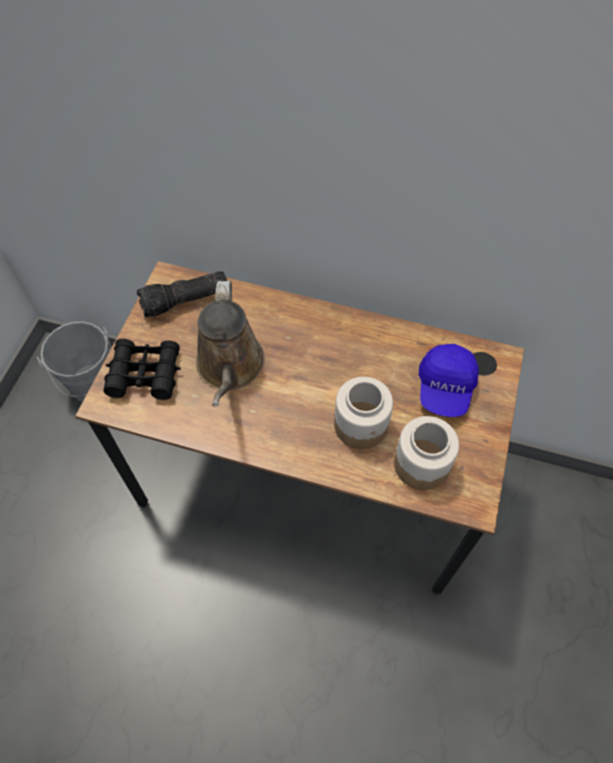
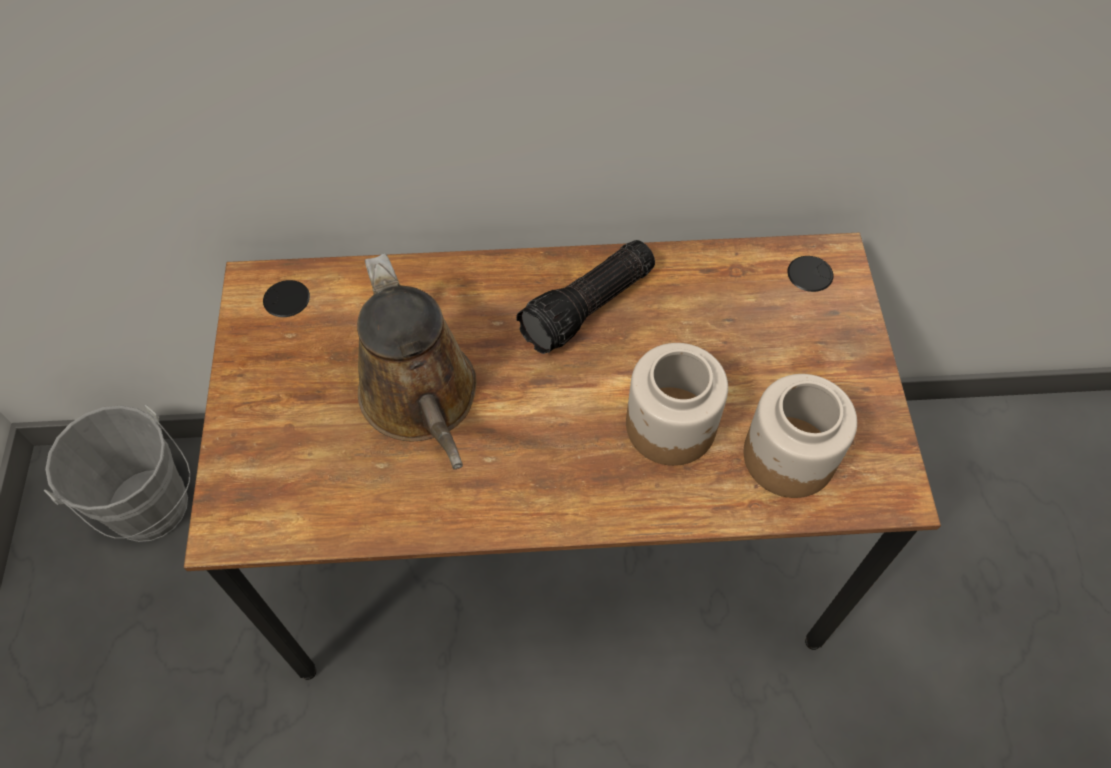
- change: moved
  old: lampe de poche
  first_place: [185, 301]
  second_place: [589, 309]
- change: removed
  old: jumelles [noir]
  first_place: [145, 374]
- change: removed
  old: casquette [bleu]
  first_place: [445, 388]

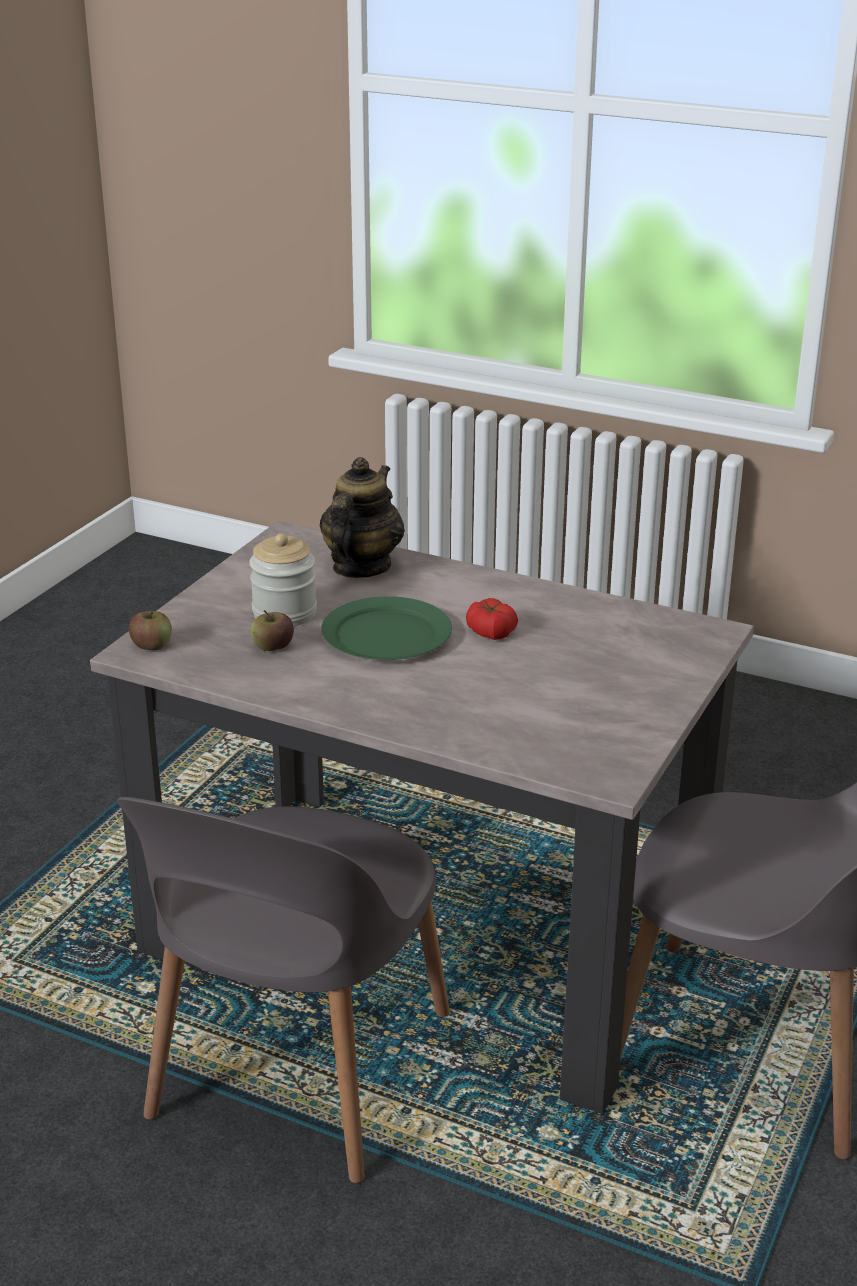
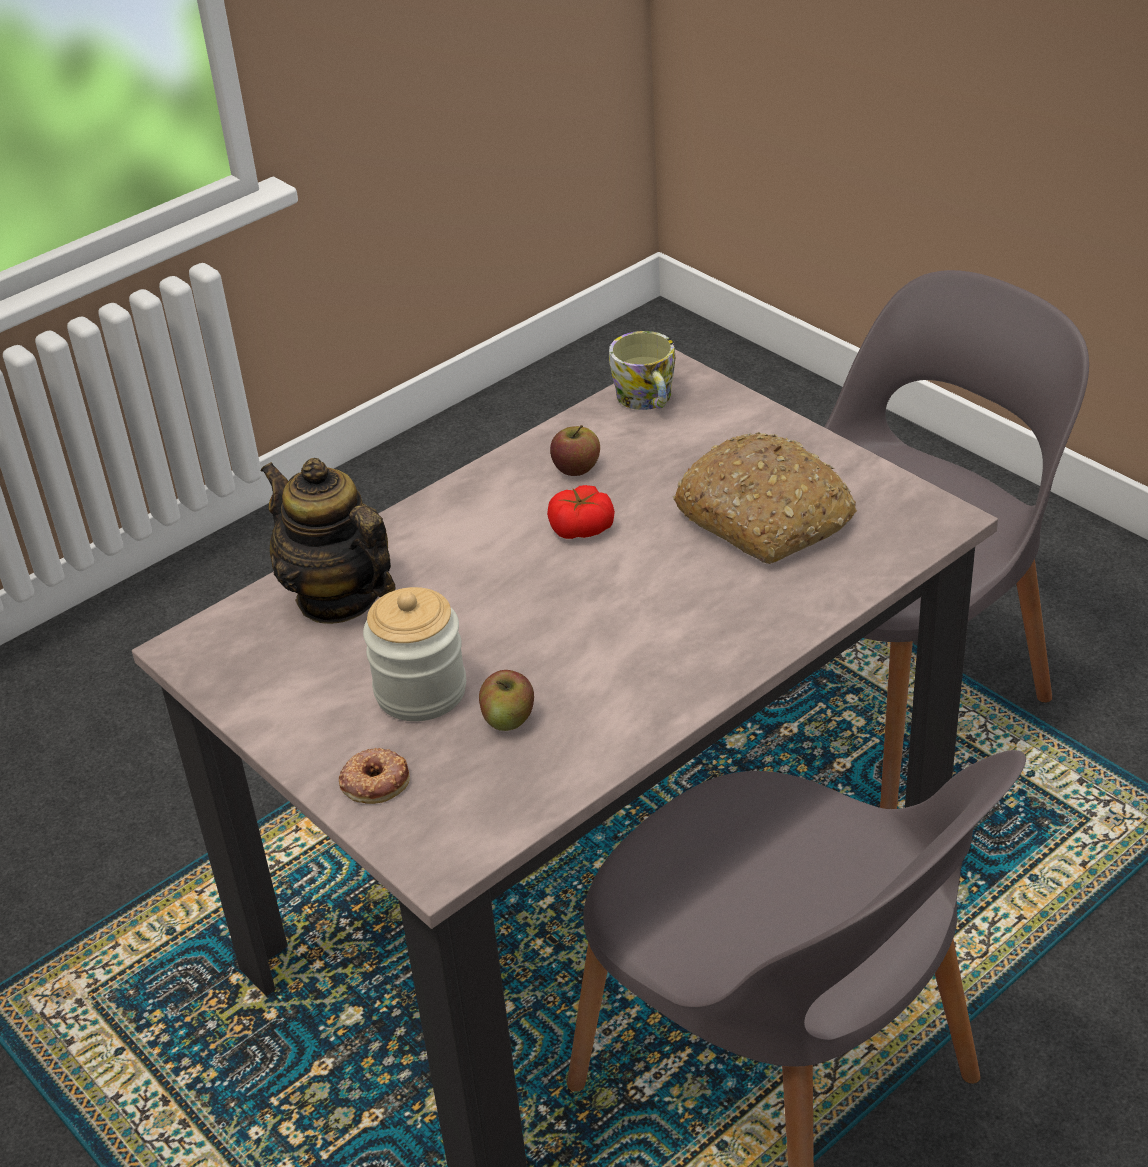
- change: added
  new: beignet
  second_place: [374, 781]
- change: moved
  old: pomme
  first_place: [152, 645]
  second_place: [576, 468]
- change: added
  new: mug
  second_place: [647, 400]
- change: added
  new: pain
  second_place: [766, 517]
- change: removed
  old: assiette [vert]
  first_place: [387, 635]

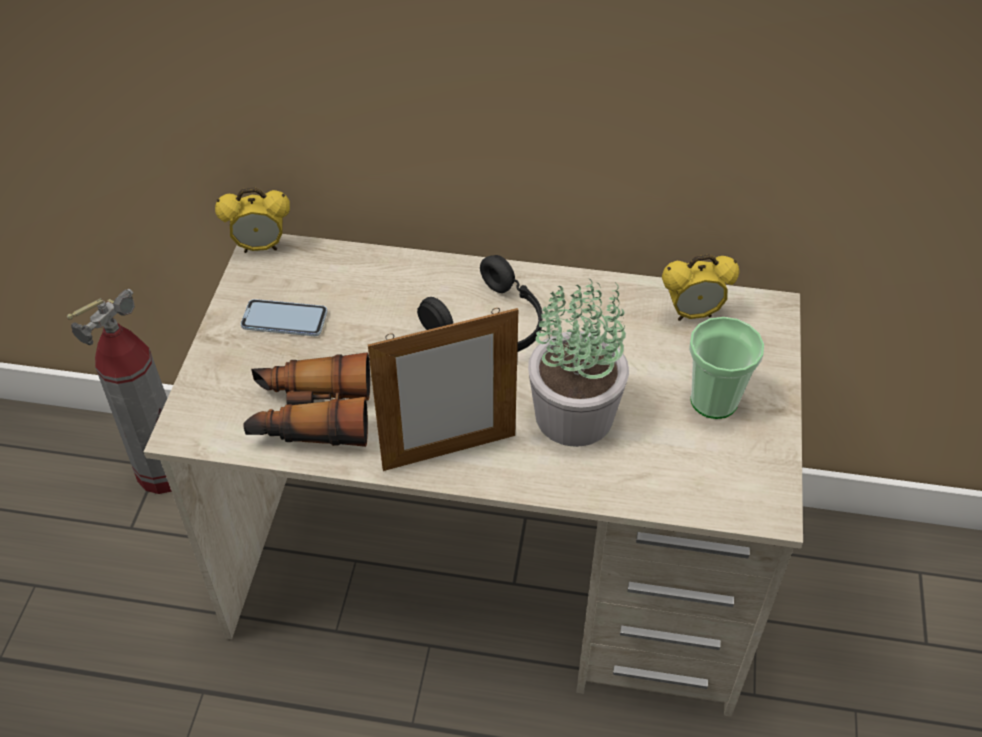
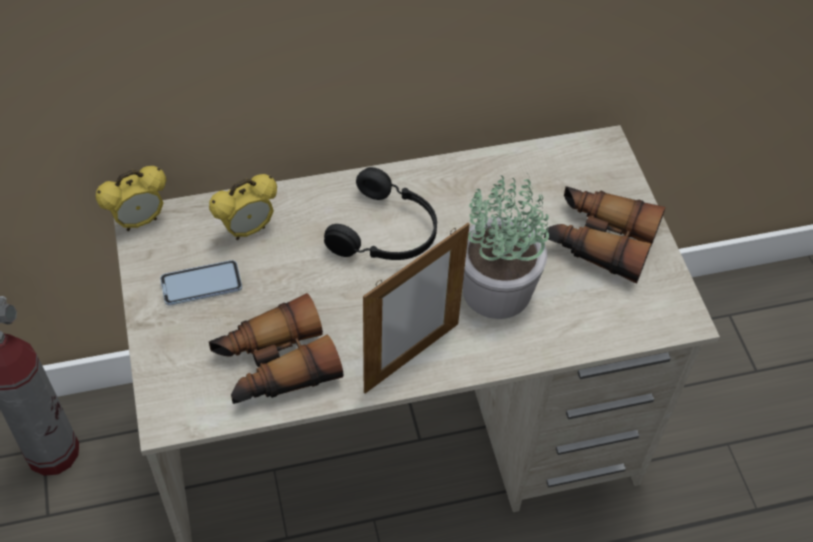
- change: moved
  old: réveil
  first_place: [693, 314]
  second_place: [248, 230]
- change: replaced
  old: tasse
  new: jumelles
  first_place: [714, 400]
  second_place: [599, 240]

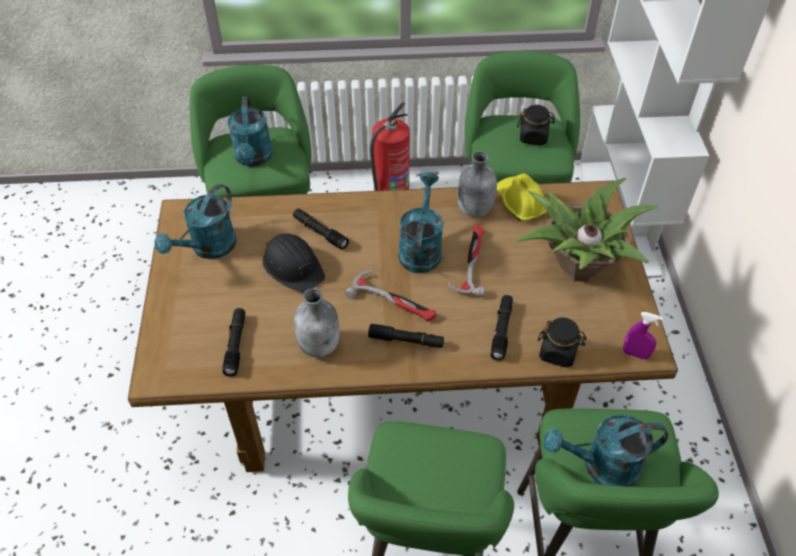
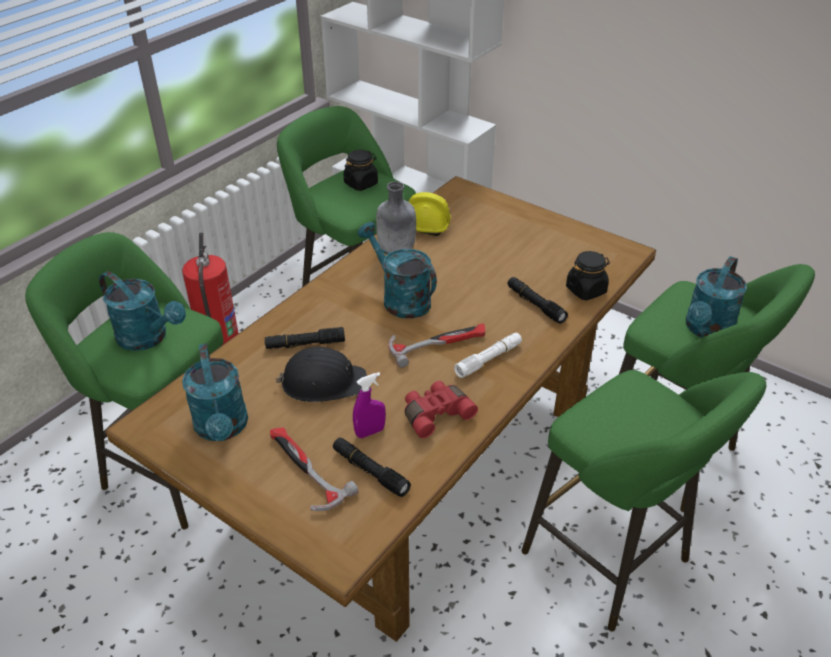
- change: moved
  old: marteau
  first_place: [470, 262]
  second_place: [304, 470]
- change: moved
  old: vaporisateur [violet]
  first_place: [635, 354]
  second_place: [370, 432]
- change: replaced
  old: bouteille [gris]
  new: jumelles [rouge]
  first_place: [320, 345]
  second_place: [435, 414]
- change: recoloured
  old: lampe de poche [noir]
  new: lampe de poche [blanc]
  first_place: [406, 340]
  second_place: [488, 359]
- change: removed
  old: plante en pot
  first_place: [577, 268]

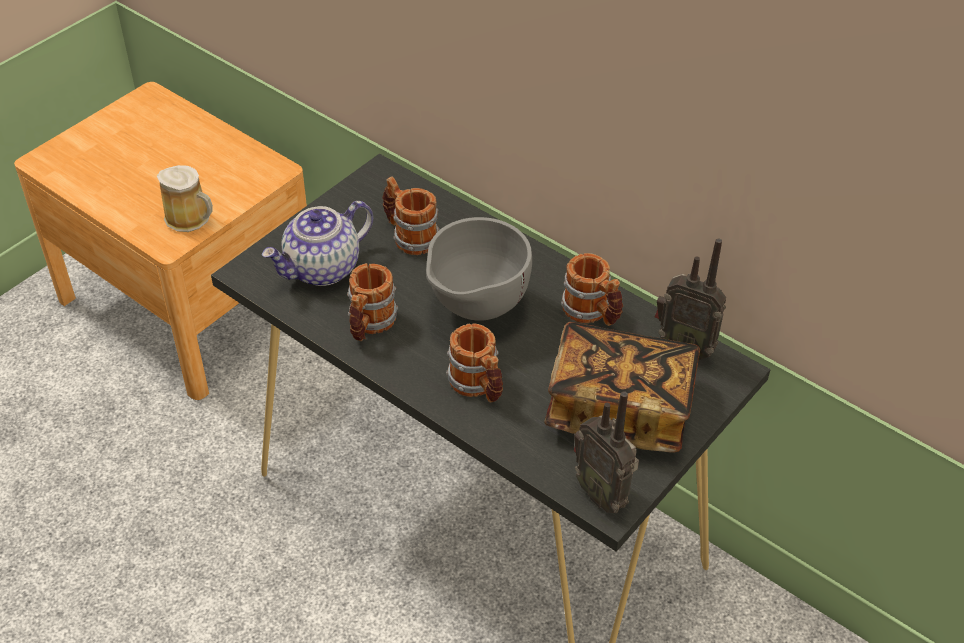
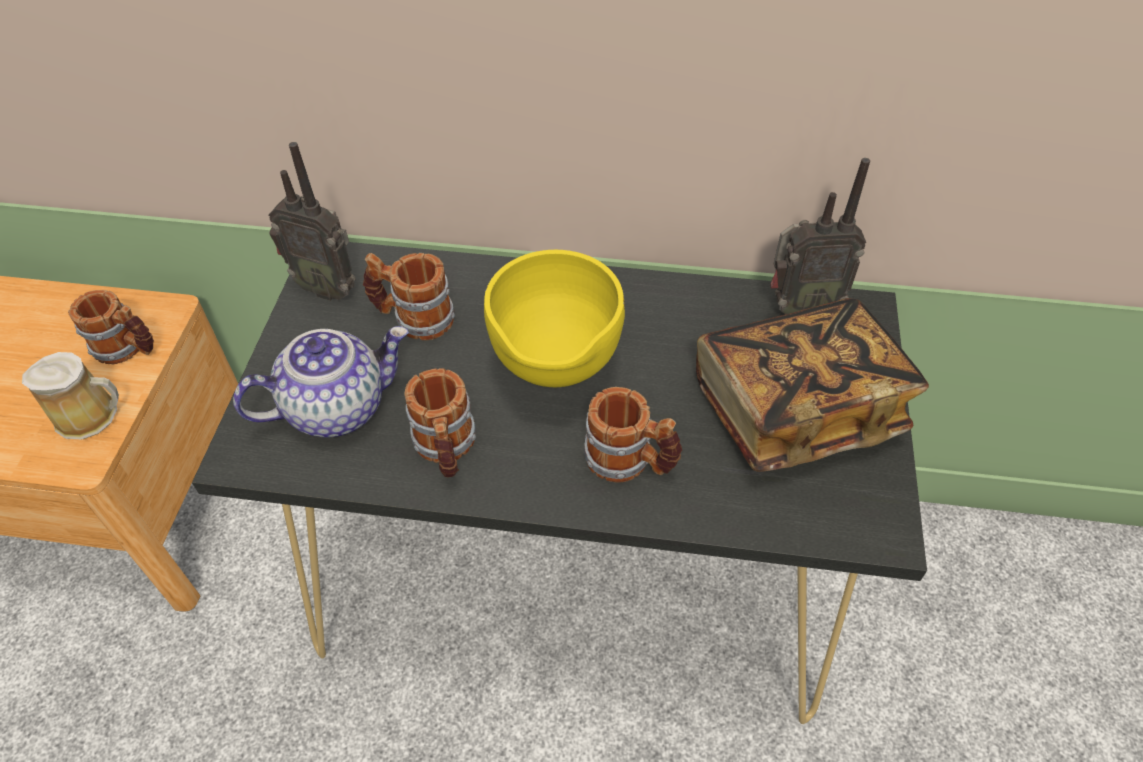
- change: moved
  old: mug
  first_place: [592, 313]
  second_place: [128, 349]
- change: turned
  old: théière
  first_place: [322, 269]
  second_place: [337, 406]
  degrees: -135
- change: moved
  old: radio
  first_place: [603, 493]
  second_place: [328, 287]
- change: recoloured
  old: bol [gris]
  new: bol [jaune]
  first_place: [475, 310]
  second_place: [555, 371]

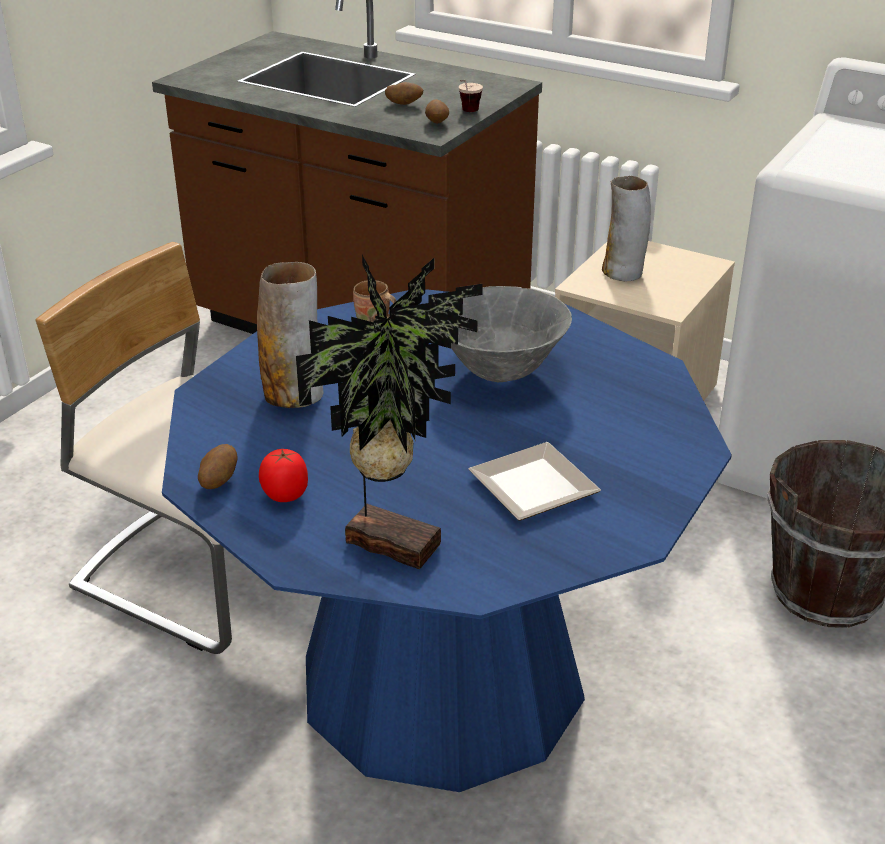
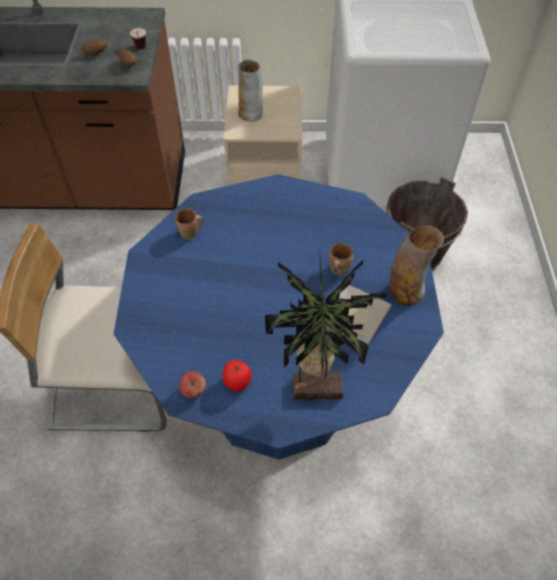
- change: replaced
  old: pomme de terre
  new: pomme
  first_place: [218, 481]
  second_place: [194, 390]
- change: added
  new: mug [marron]
  second_place: [337, 269]
- change: moved
  old: vase
  first_place: [294, 393]
  second_place: [406, 290]
- change: removed
  old: bol [gris]
  first_place: [500, 372]

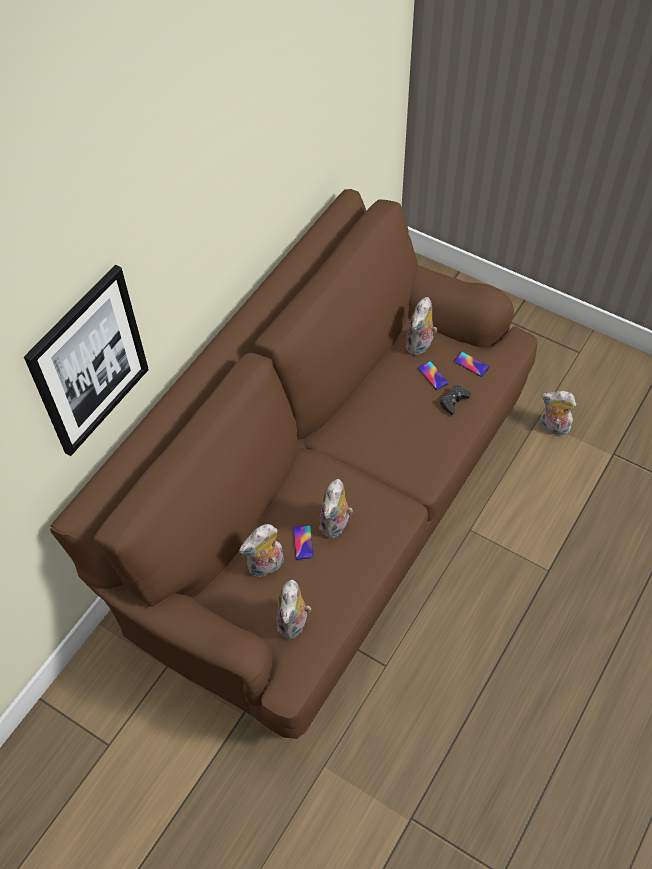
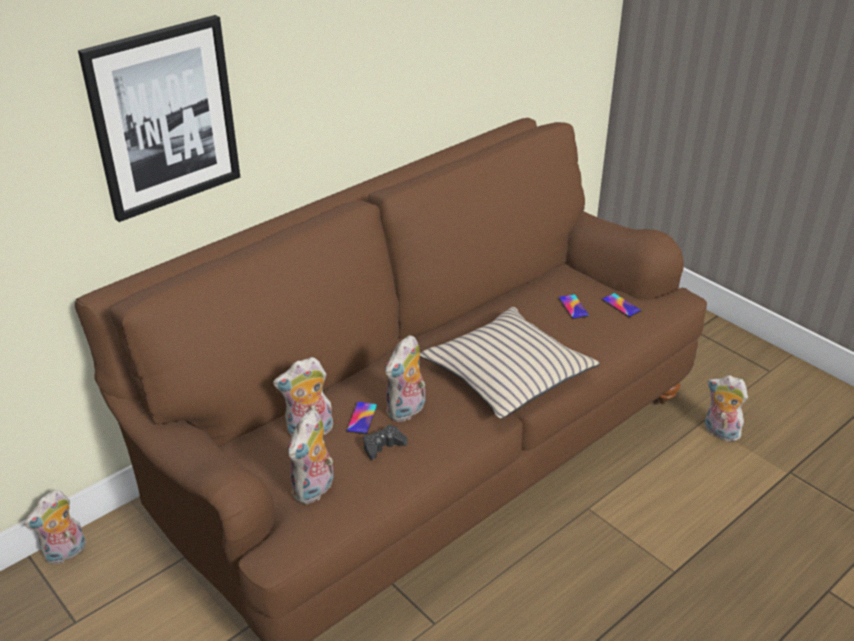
- change: moved
  old: peluche
  first_place: [420, 346]
  second_place: [65, 553]
- change: moved
  old: manette [noir]
  first_place: [454, 401]
  second_place: [383, 446]
- change: added
  new: coussin [beige]
  second_place: [507, 374]

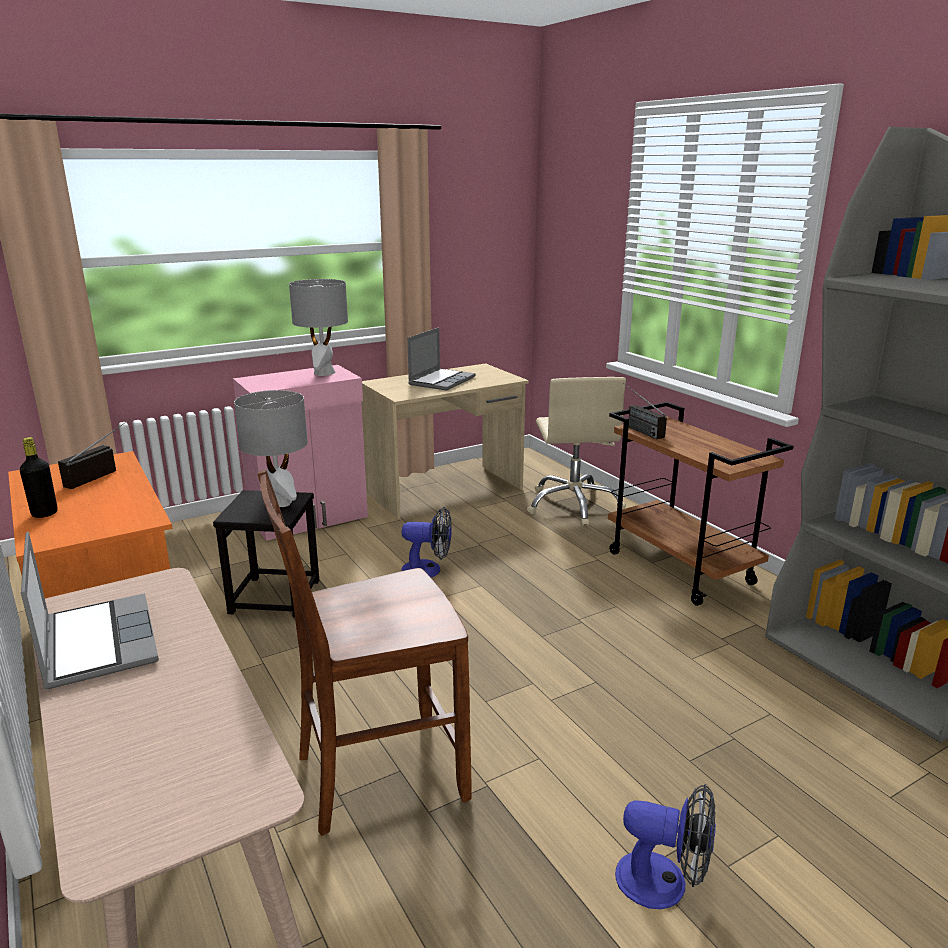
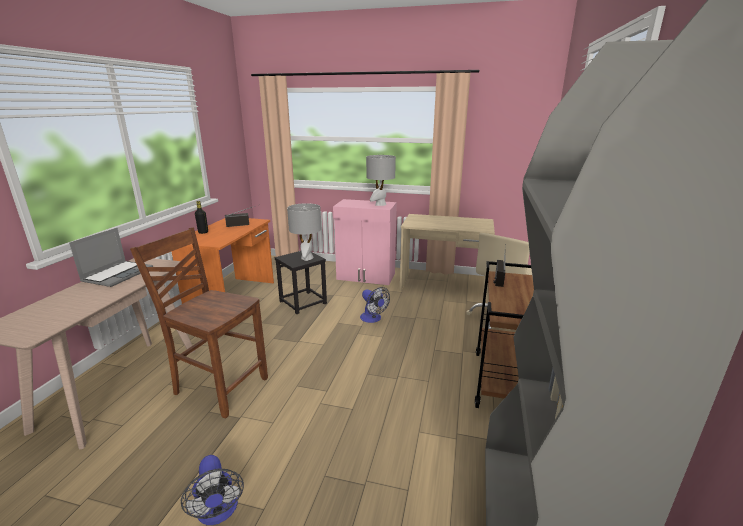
- change: removed
  old: ordinateur portable
  first_place: [441, 381]

